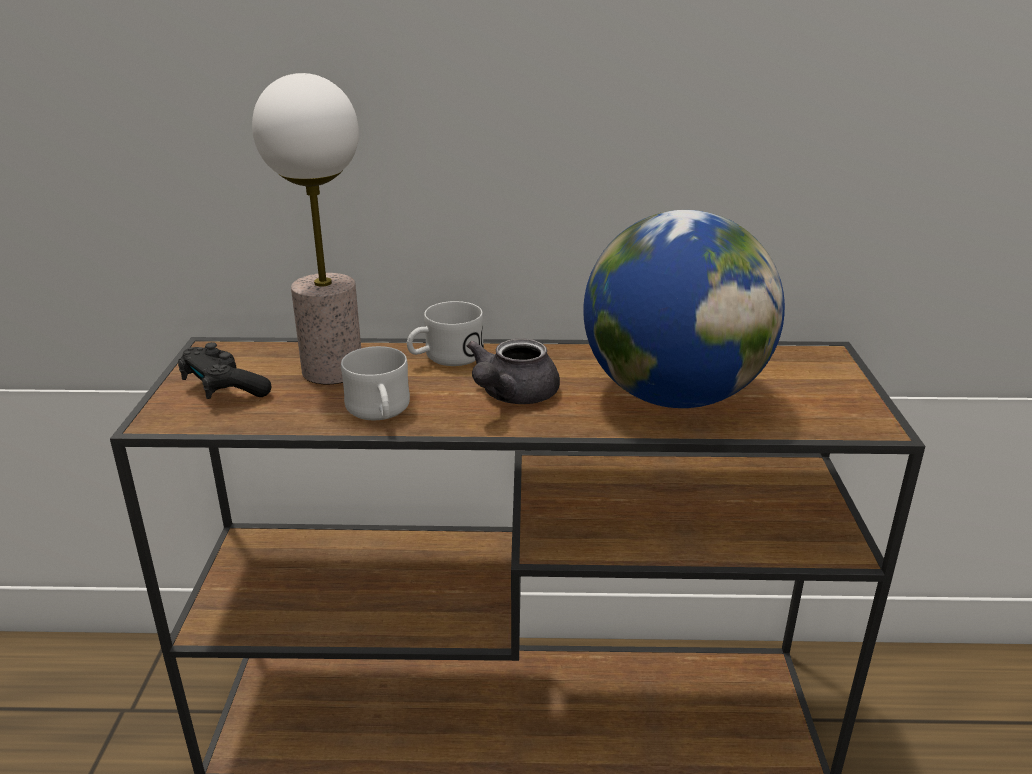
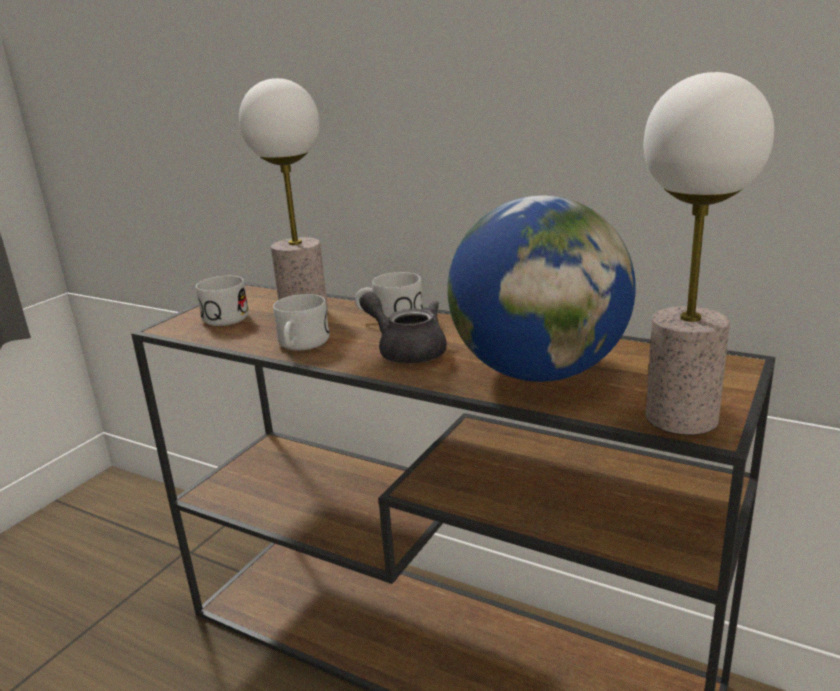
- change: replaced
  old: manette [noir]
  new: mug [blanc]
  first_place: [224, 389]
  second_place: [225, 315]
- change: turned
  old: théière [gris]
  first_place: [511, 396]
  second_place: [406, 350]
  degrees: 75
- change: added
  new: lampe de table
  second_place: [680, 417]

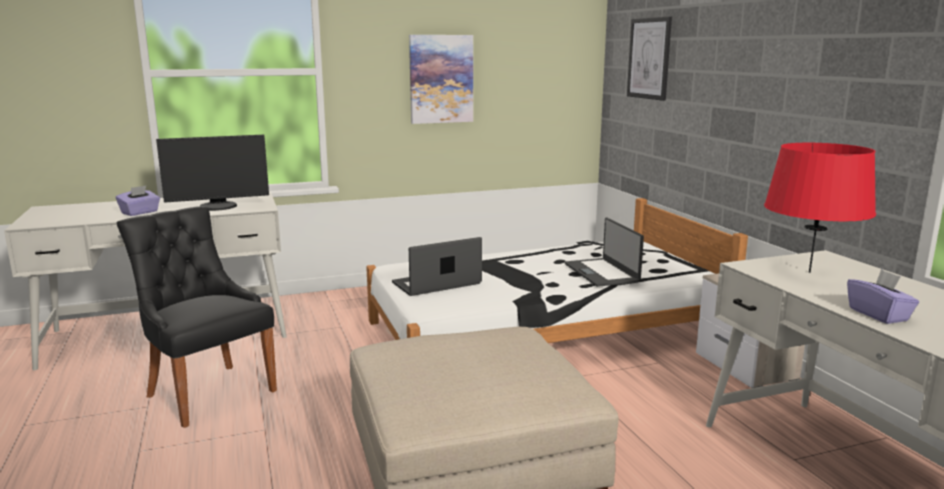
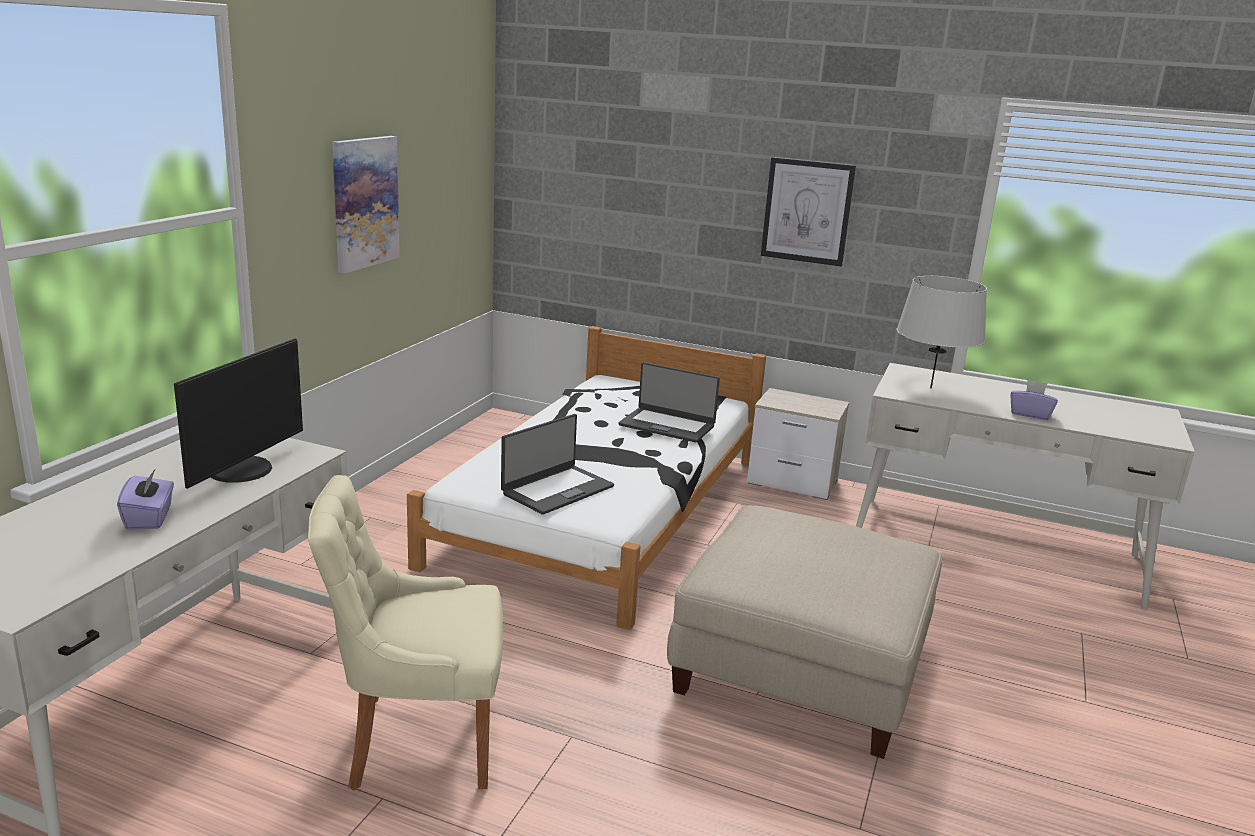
- change: recoloured
  old: chaise [noir]
  new: chaise [beige]
  first_place: [208, 392]
  second_place: [417, 740]
- change: turned
  old: ordinateur portable
  first_place: [437, 284]
  second_place: [557, 490]
  degrees: -150
- change: moved
  old: tableau
  first_place: [649, 58]
  second_place: [807, 211]
- change: recoloured
  old: lampe de table [rouge]
  new: lampe de table [gris]
  first_place: [809, 272]
  second_place: [930, 388]

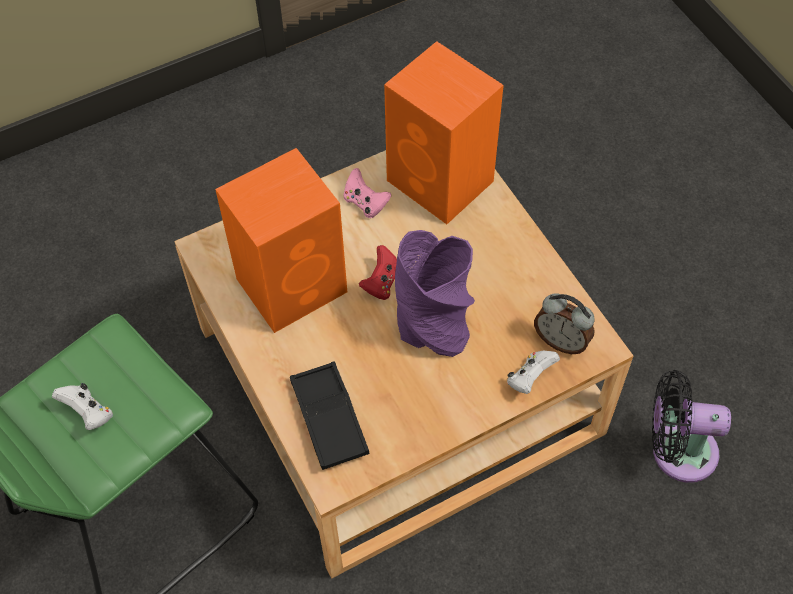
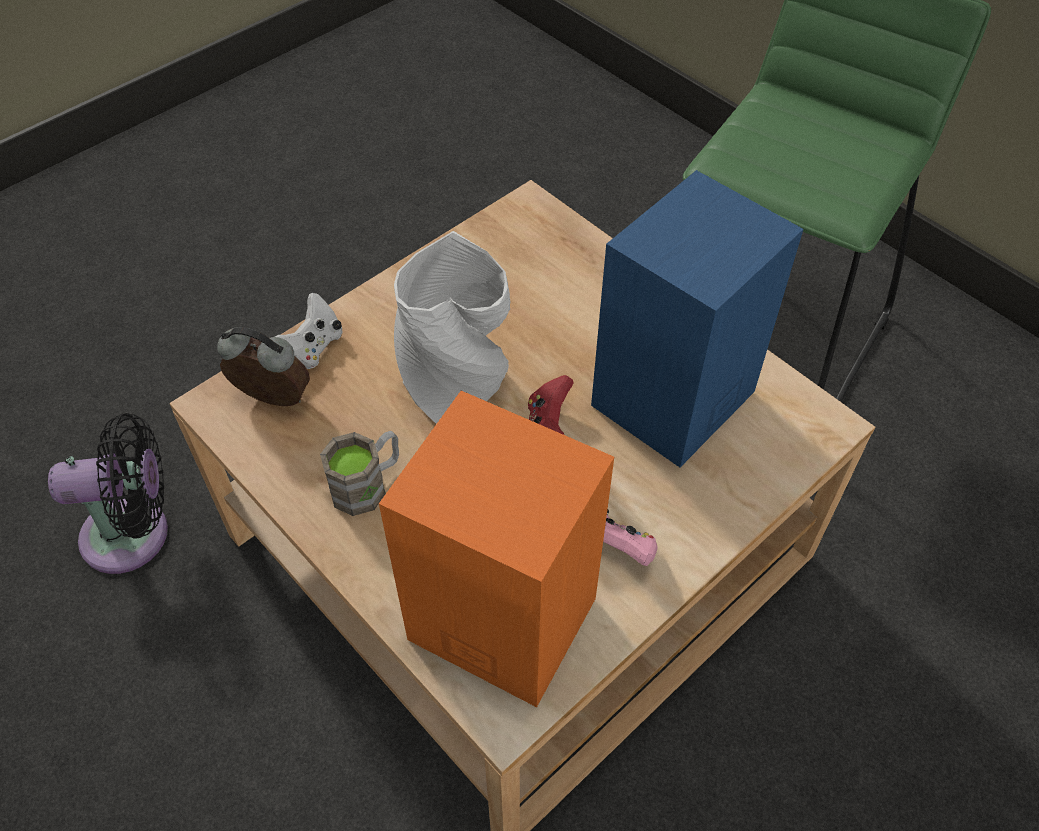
- change: added
  new: mug [marron]
  second_place: [368, 484]
- change: recoloured
  old: vase [violet]
  new: vase [gris]
  first_place: [432, 324]
  second_place: [457, 387]
- change: recoloured
  old: enceinte [orange]
  new: enceinte [bleu]
  first_place: [294, 284]
  second_place: [670, 401]
- change: removed
  old: manette [blanc]
  first_place: [88, 413]
- change: removed
  old: plateau [noir]
  first_place: [329, 418]

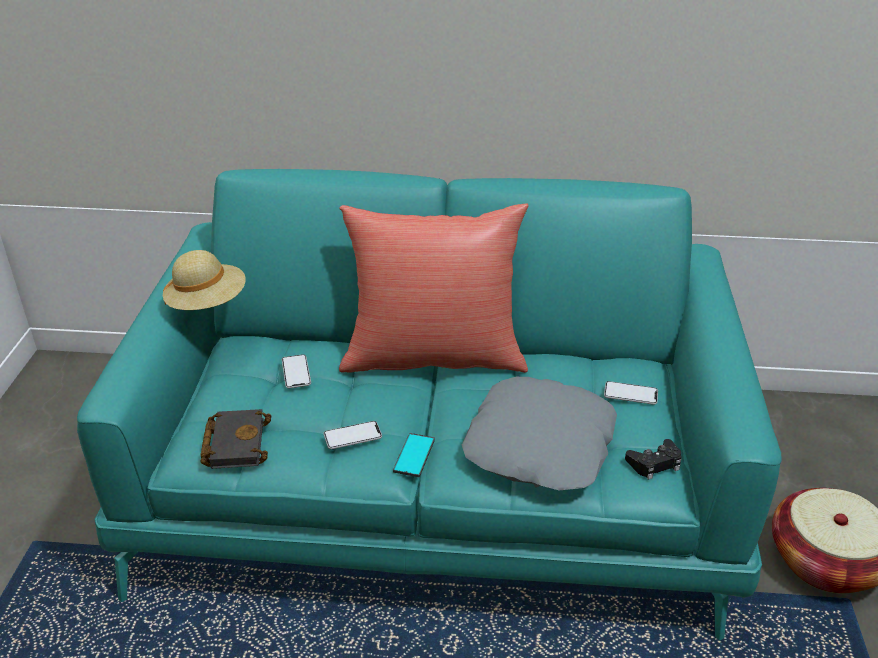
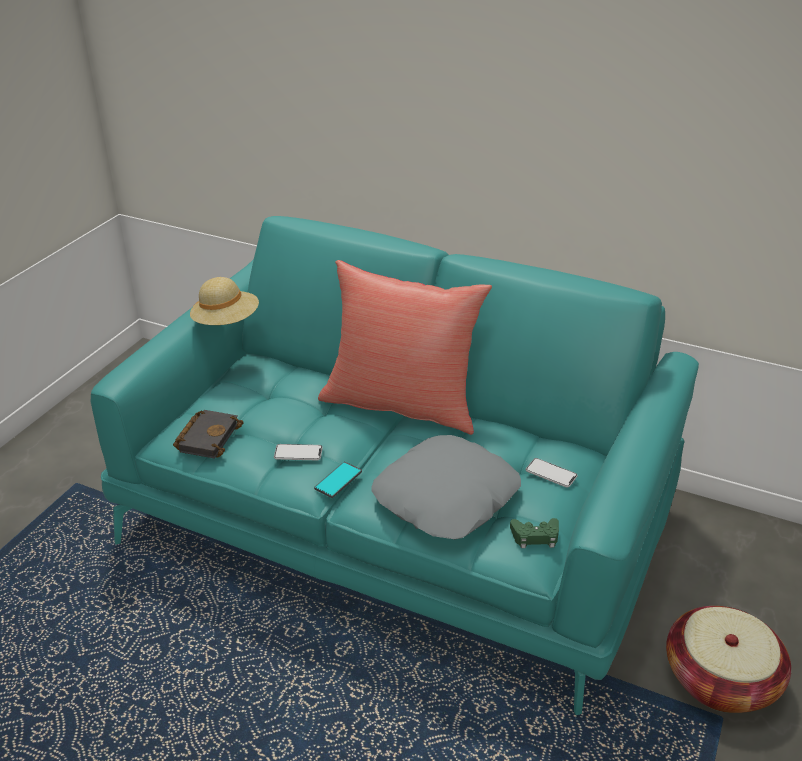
- change: recoloured
  old: manette [noir]
  new: manette [vert]
  first_place: [654, 463]
  second_place: [535, 536]
- change: removed
  old: téléphone
  first_place: [296, 372]

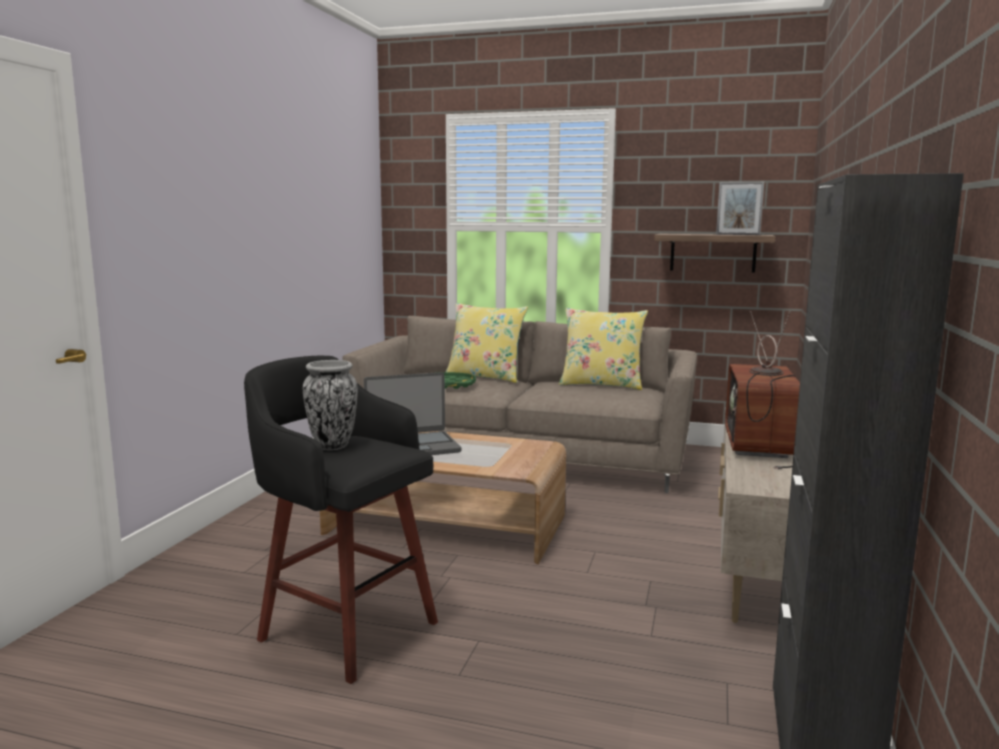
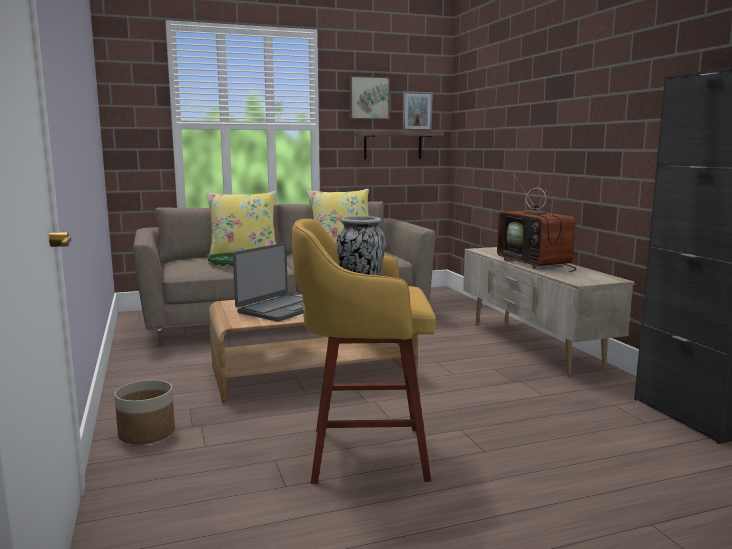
- change: added
  new: cache-pot
  second_place: [146, 433]
- change: recoloured
  old: tabouret [noir]
  new: tabouret [jaune]
  first_place: [345, 629]
  second_place: [363, 453]
- change: added
  new: tableau
  second_place: [368, 98]

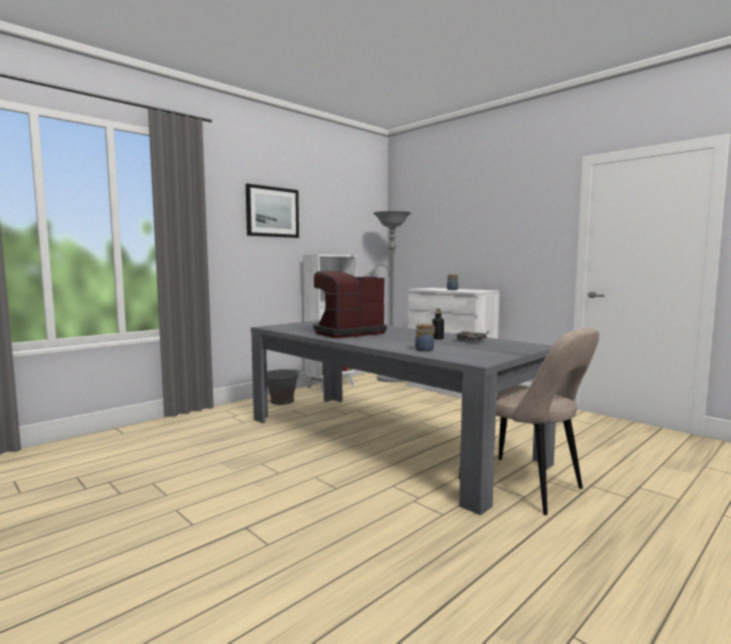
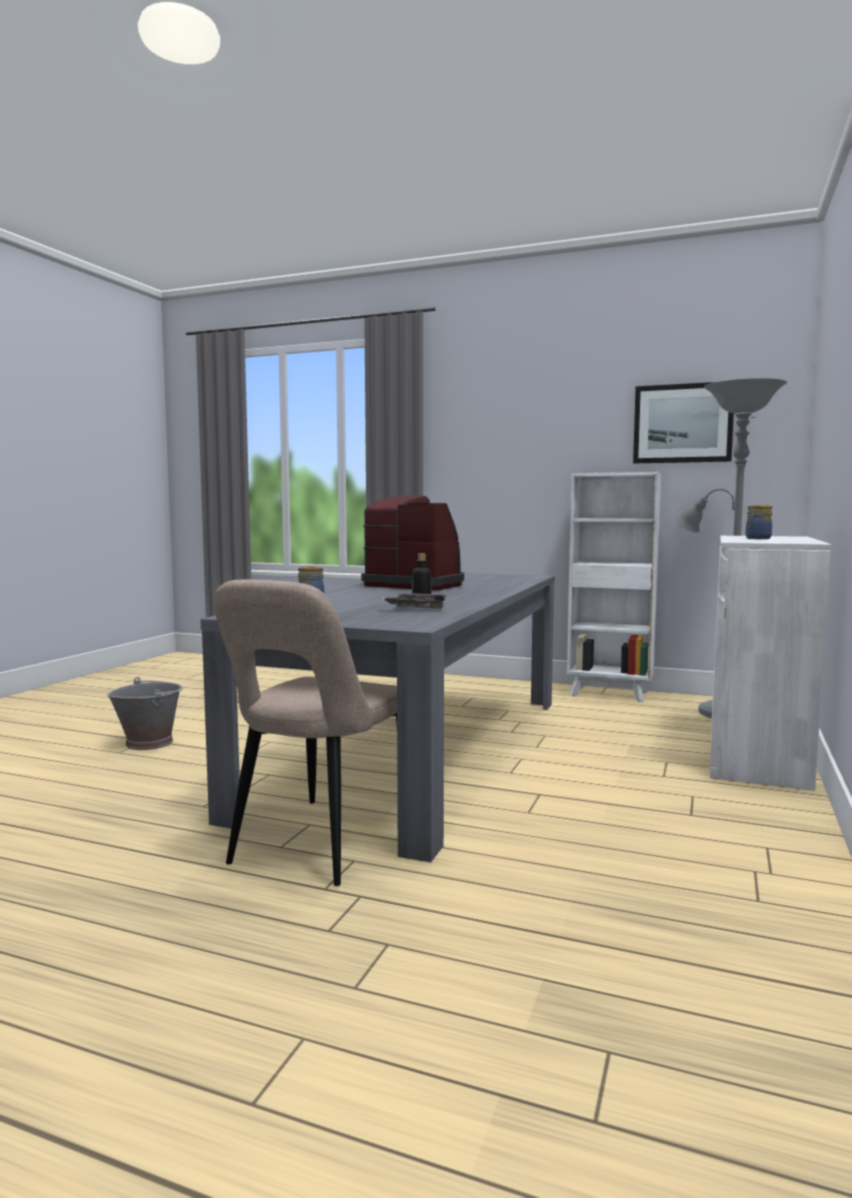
- change: moved
  old: seau [gris]
  first_place: [281, 401]
  second_place: [149, 742]
- change: moved
  old: tableau
  first_place: [272, 212]
  second_place: [682, 423]

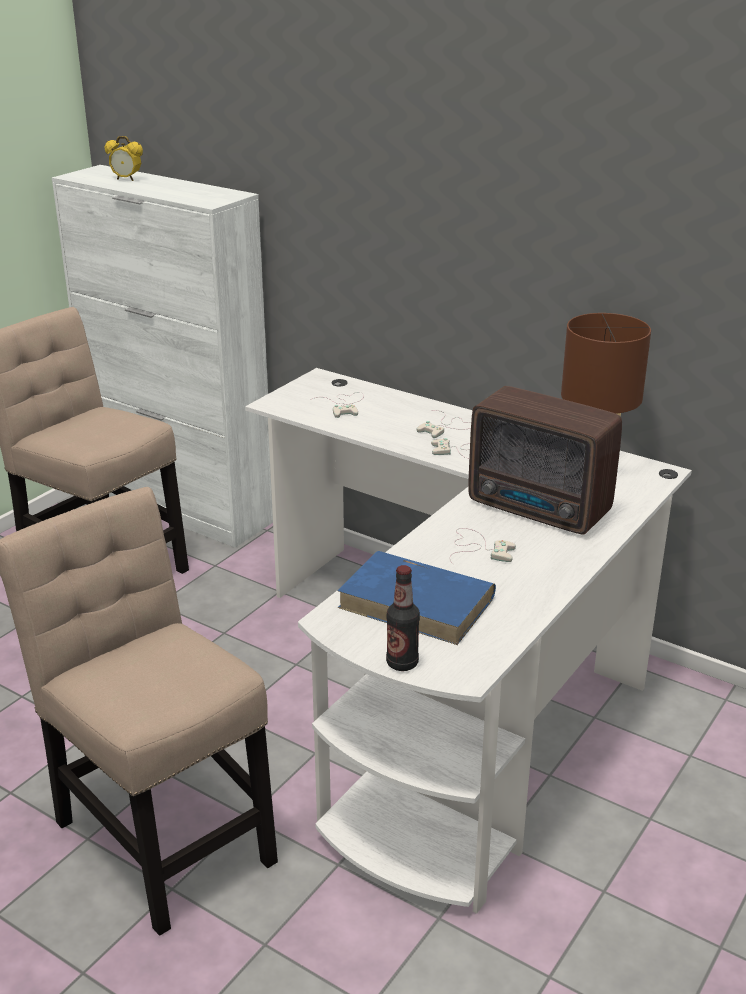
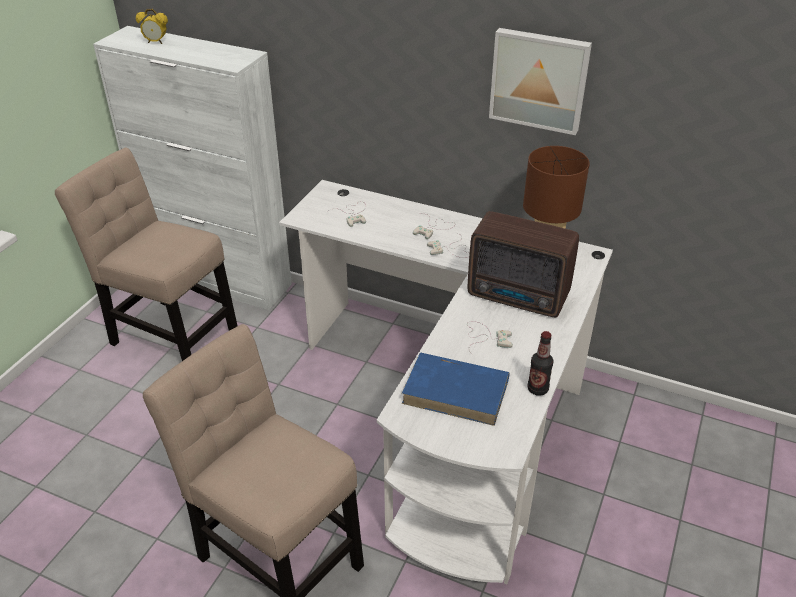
- change: added
  new: tableau
  second_place: [539, 80]
- change: moved
  old: bouteille
  first_place: [402, 663]
  second_place: [537, 389]

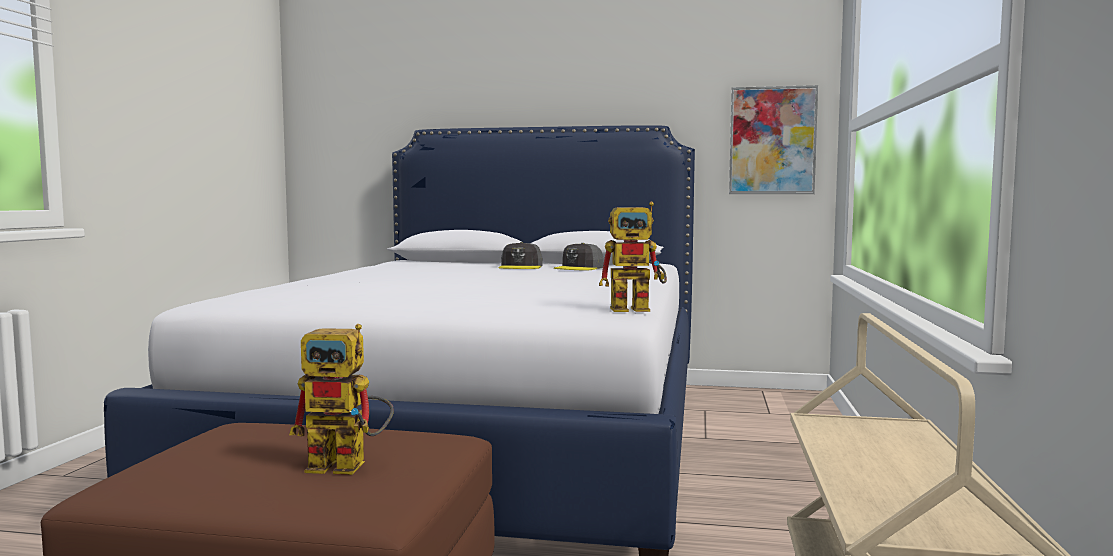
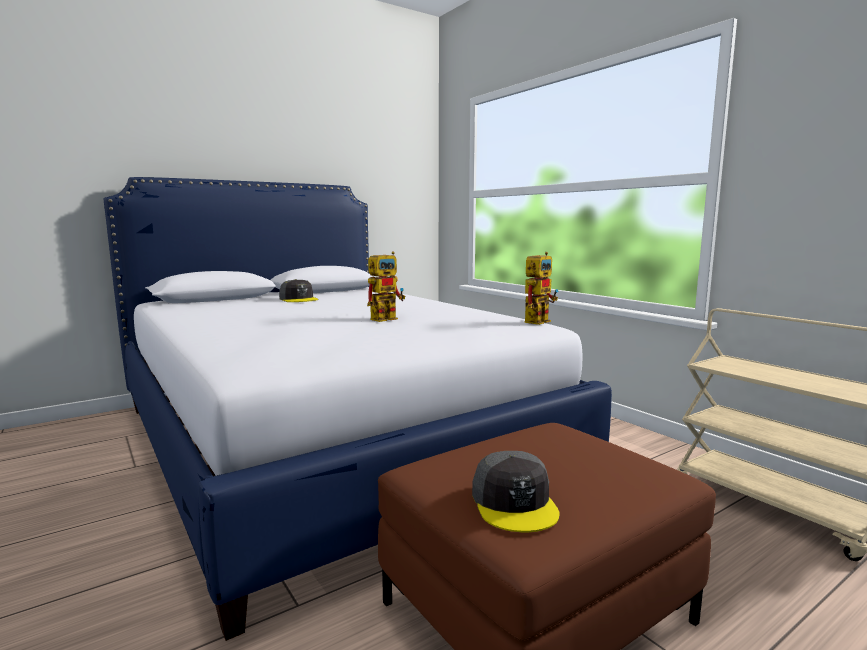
- change: moved
  old: robot jouet
  first_place: [349, 466]
  second_place: [387, 318]
- change: moved
  old: casquette [gris]
  first_place: [579, 268]
  second_place: [514, 503]
- change: removed
  old: tableau
  first_place: [772, 141]

